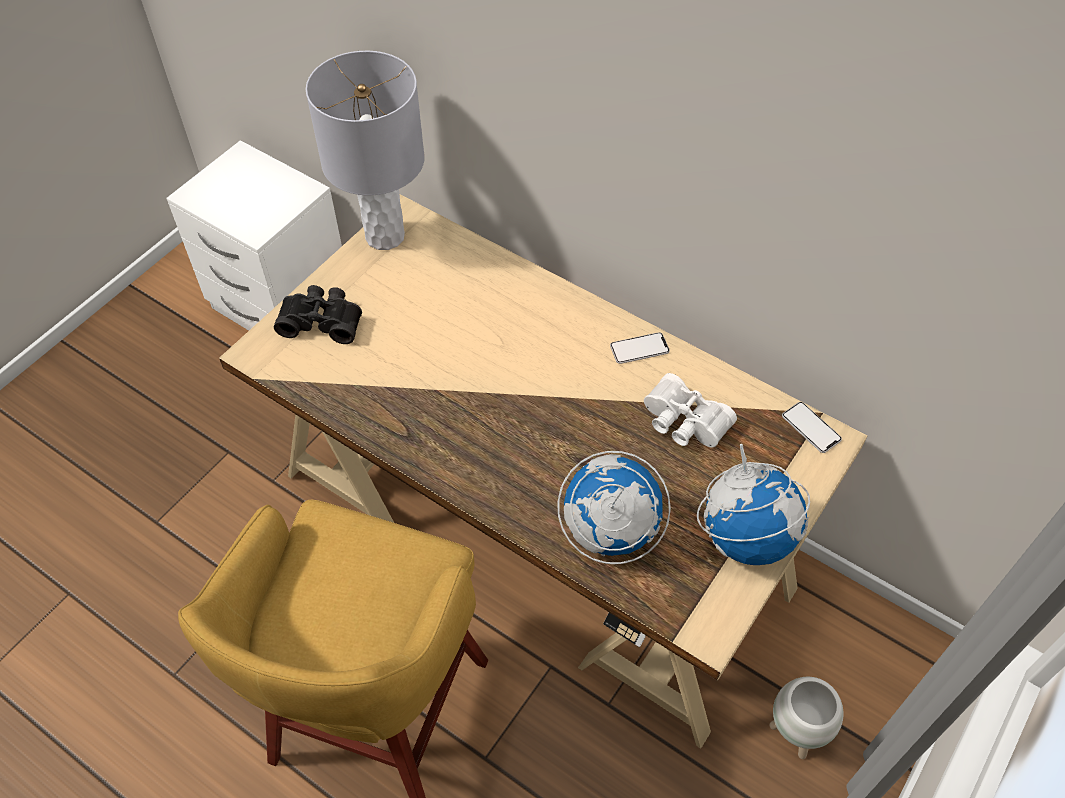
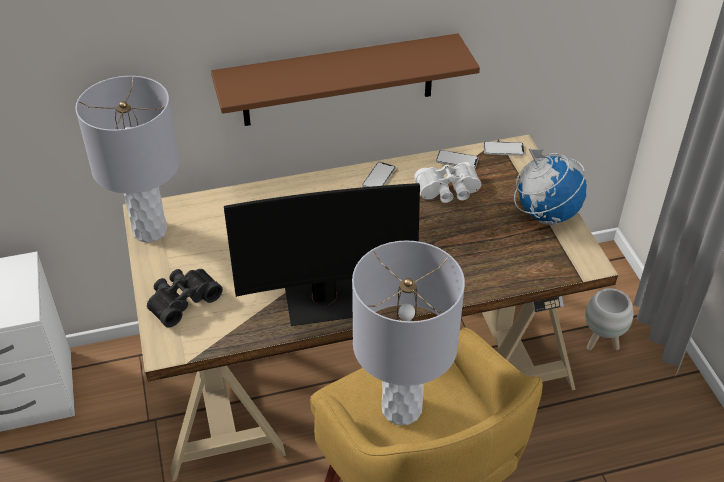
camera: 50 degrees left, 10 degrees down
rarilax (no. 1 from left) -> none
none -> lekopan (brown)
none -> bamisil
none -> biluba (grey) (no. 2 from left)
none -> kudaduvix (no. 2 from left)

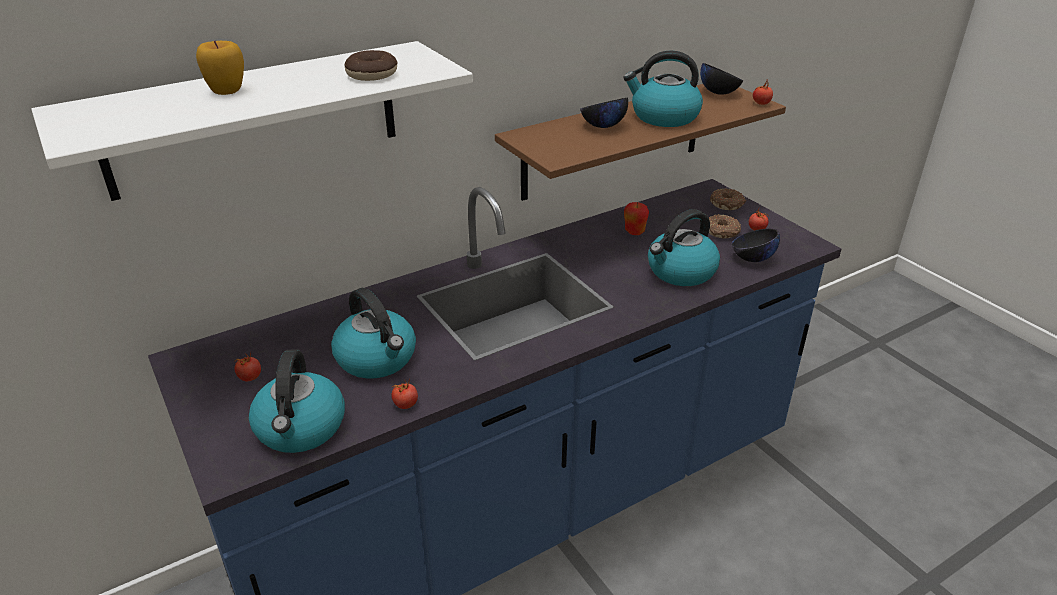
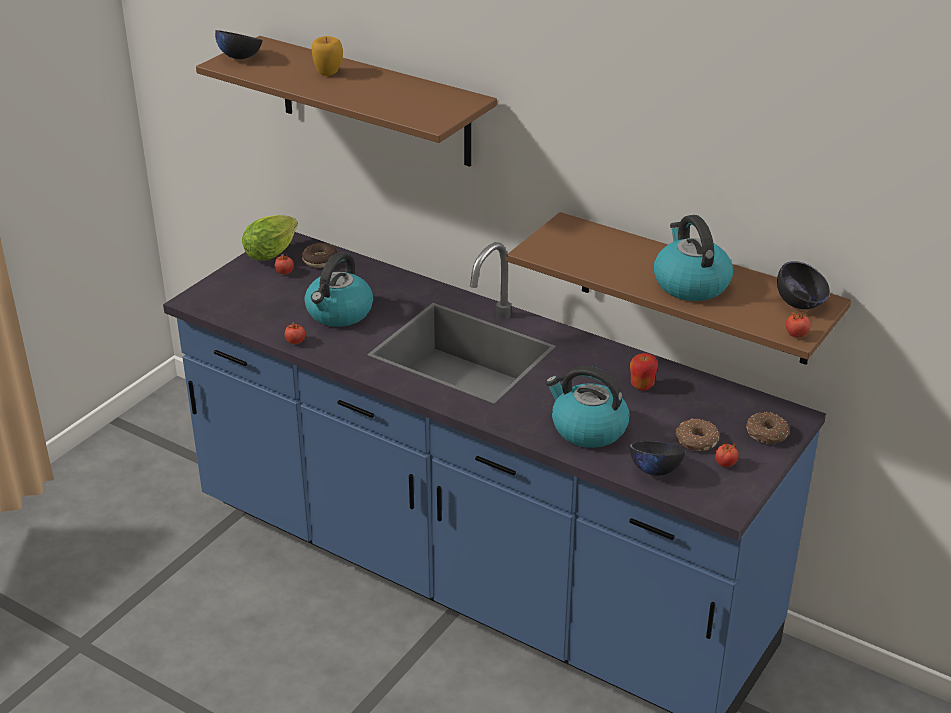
camera: 65 degrees right, 0 degrees up
lekopan (white) -> lekopan (brown) (no. 1 from left)
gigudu (no. 1 from left) -> none
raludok (no. 1 from left), shifted
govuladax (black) (no. 1 from left), shifted
none -> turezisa

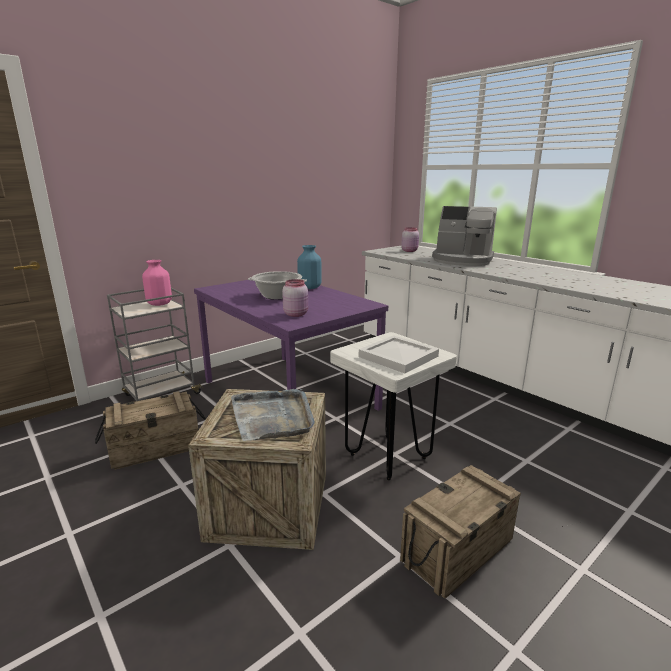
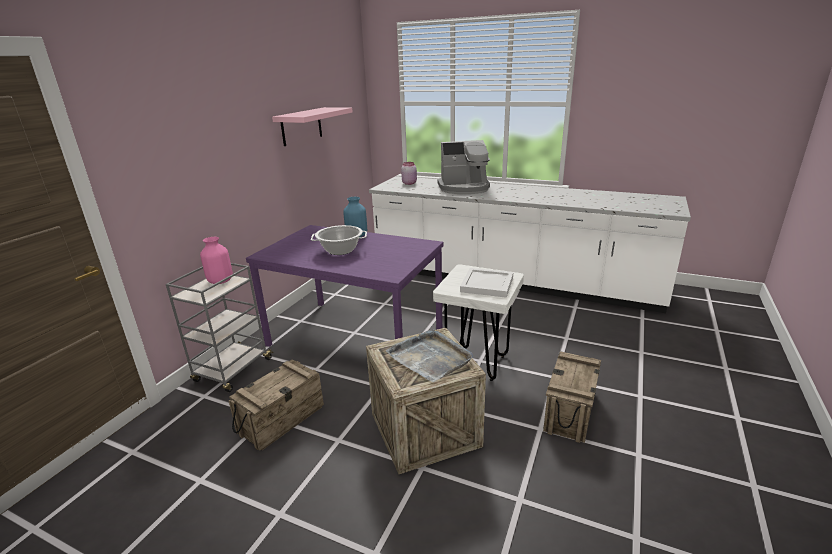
camera: 25 degrees left, 5 degrees up
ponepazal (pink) (no. 1 from left) -> none
none -> lekopan (pink)

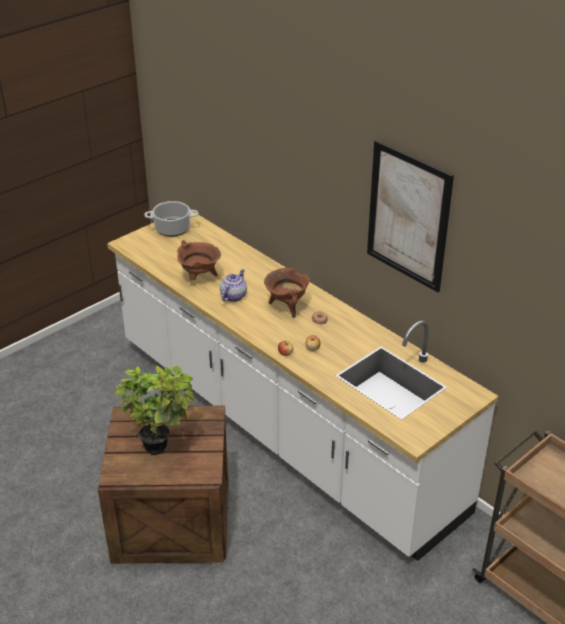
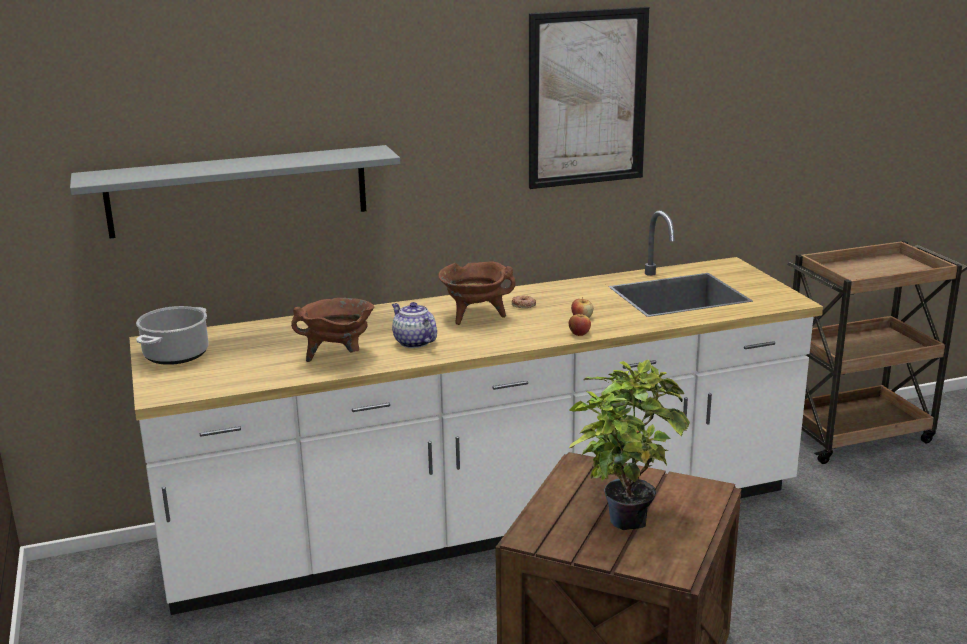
camera: 65 degrees left, 15 degrees down
none -> lekopan (grey)

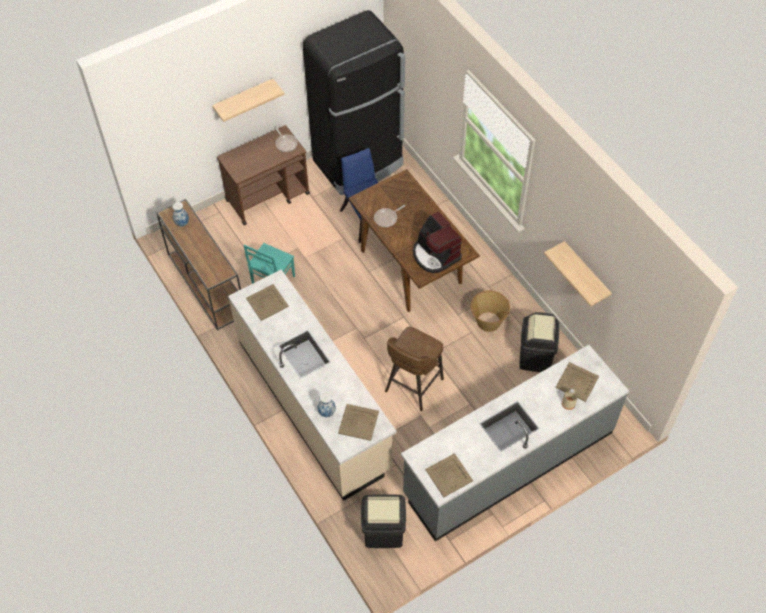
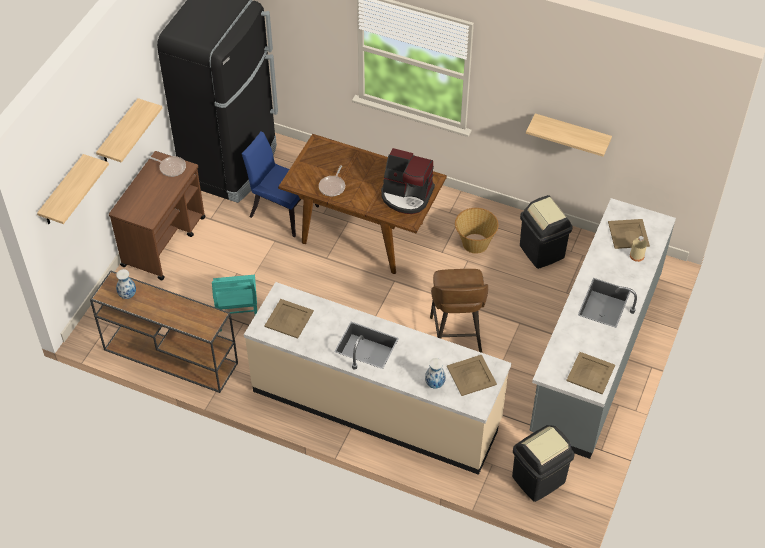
camera: 35 degrees left, 5 degrees down
none -> lekopan (no. 1 from left)

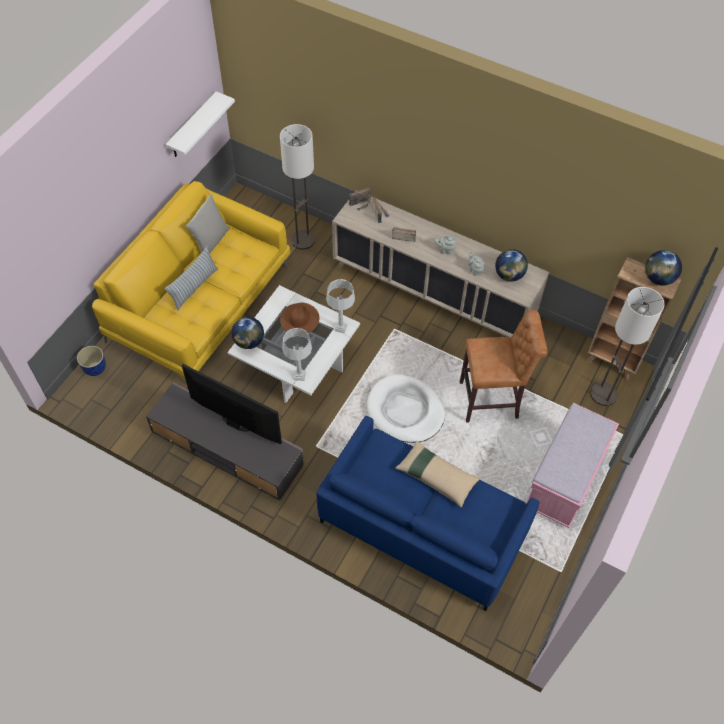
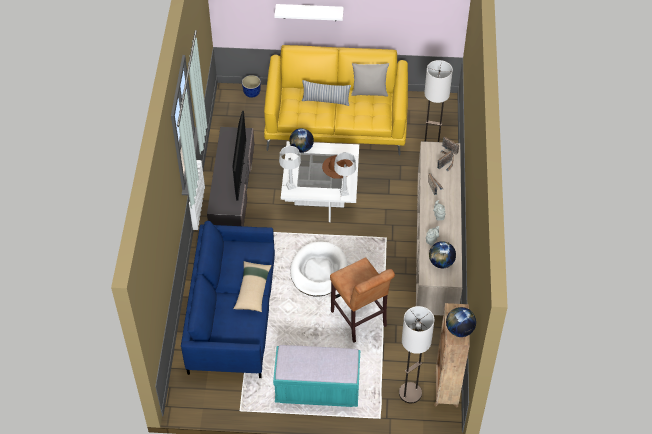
camera: 65 degrees right, 5 degrees down
lekopan (white), shifted
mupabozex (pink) -> mupabozex (turquoise)

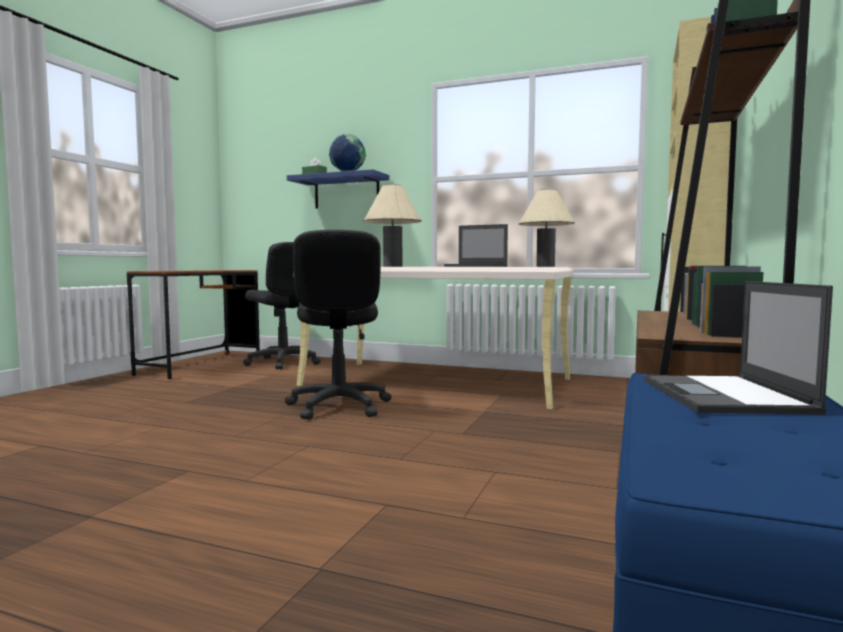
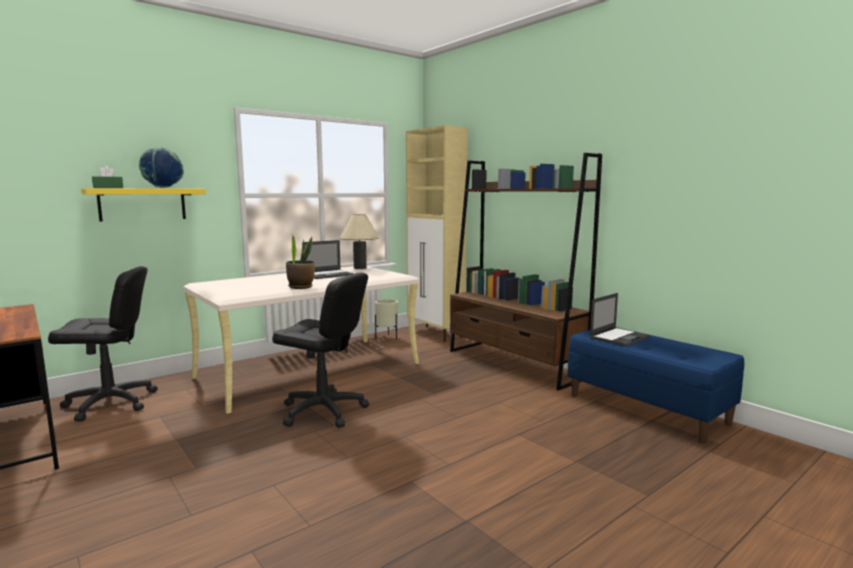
camera: 60 degrees left, 5 degrees up
lekopan (blue) -> lekopan (yellow)
biluba (beige) (no. 1 from left) -> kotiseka
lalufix (no. 2 from left), 75 degrees counterclockwise
none -> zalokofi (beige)

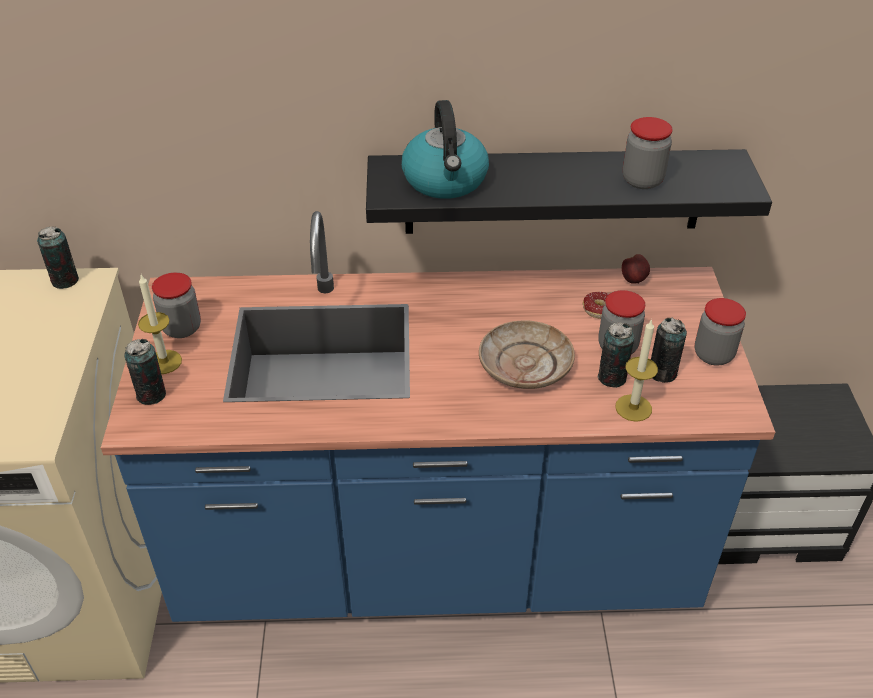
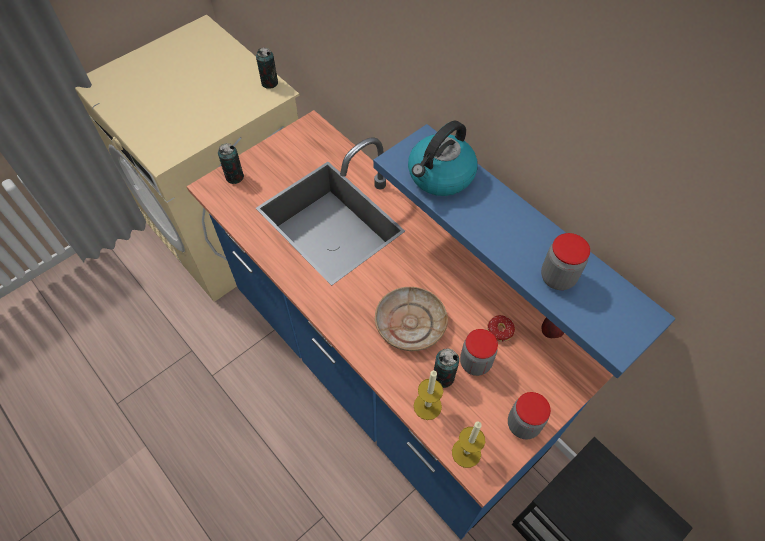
camera: 50 degrees right, 15 degrees up
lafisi (no. 1 from left in the first image) -> lafisi (no. 2 from left), shifted
ponepazal (no. 1 from left) -> none
lekopan (black) -> lekopan (blue)
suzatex (no. 4 from left) -> none

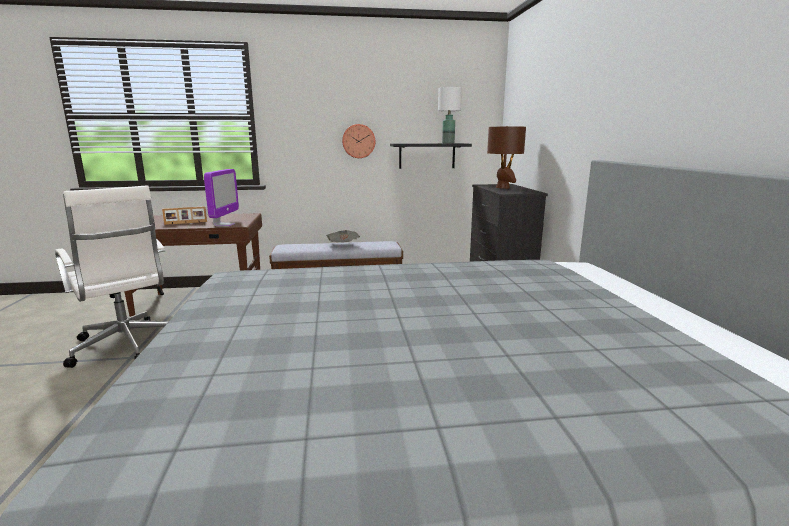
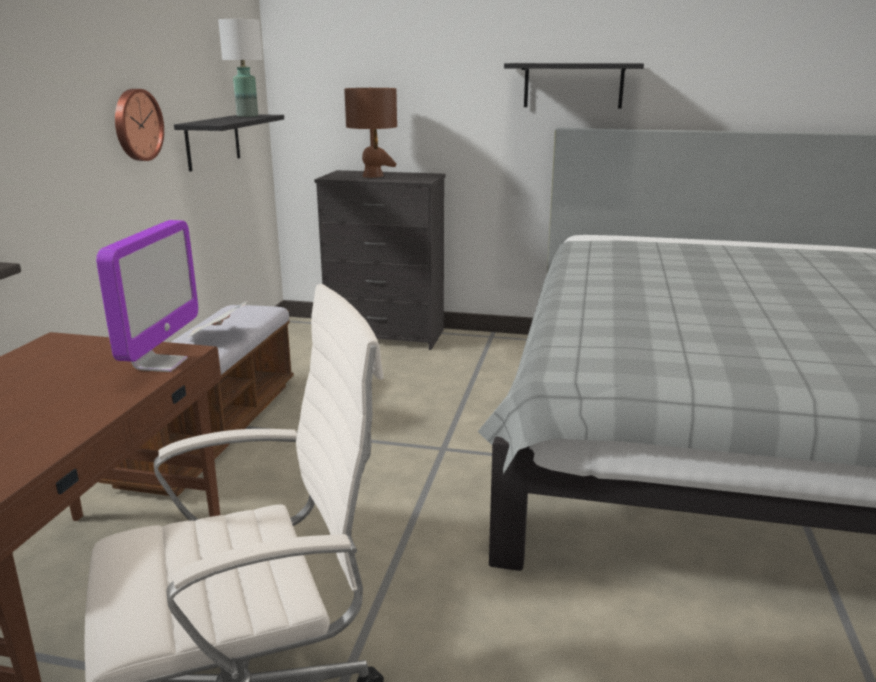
camera: 70 degrees left, 5 degrees up
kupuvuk -> none
bamisil, 75 degrees clockwise
none -> lekopan (black) (no. 2 from left)

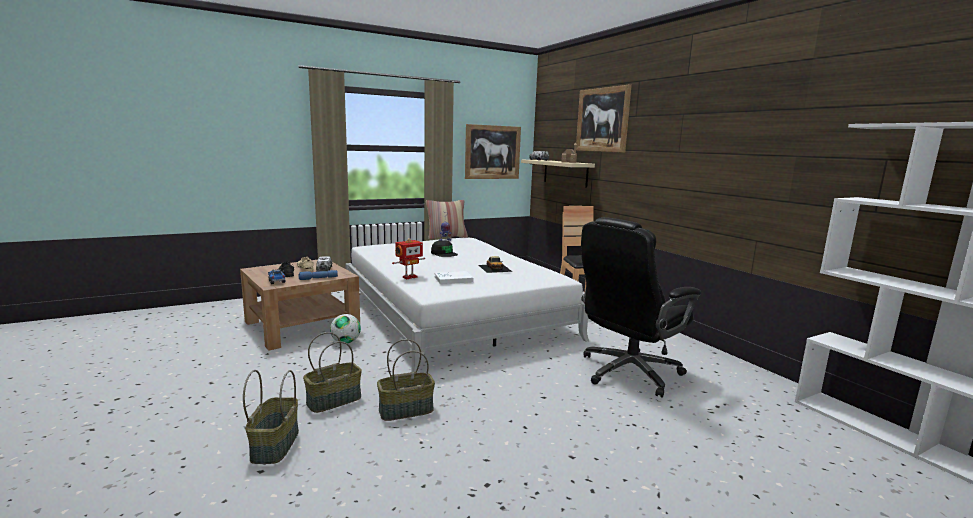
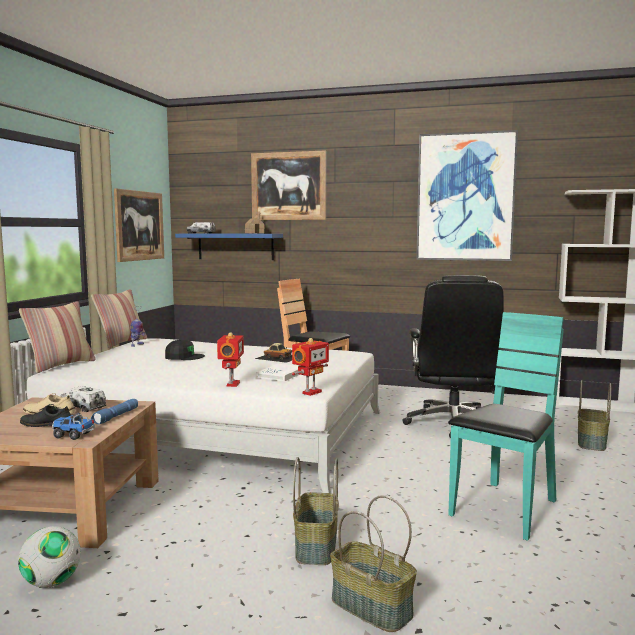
camera: 45 degrees left, 5 degrees down
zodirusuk, shifted
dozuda (no. 3 from left), shifted
lekopan (beige) -> lekopan (blue)
none -> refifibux (no. 1 from left)
none -> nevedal (no. 3 from left)
none -> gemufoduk (no. 3 from left)
none -> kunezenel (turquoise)

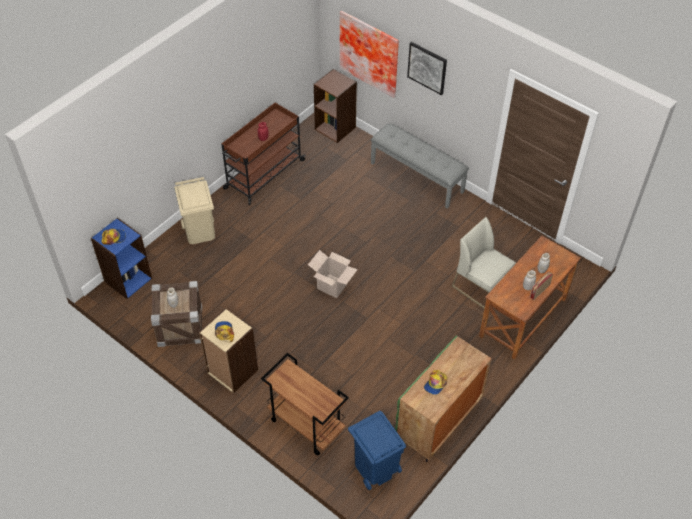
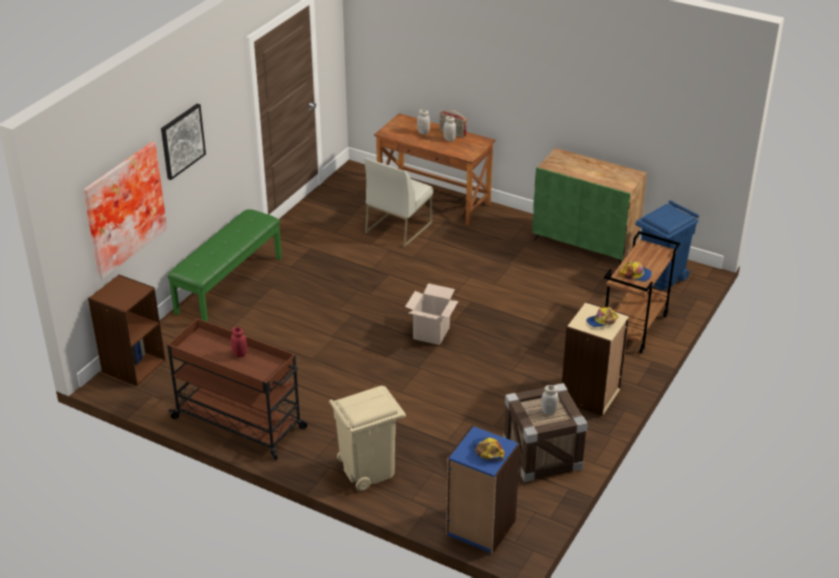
camera: 100 degrees left, 15 degrees down
mupabozex (grey) -> mupabozex (green)
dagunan (no. 3 from left), shifted

